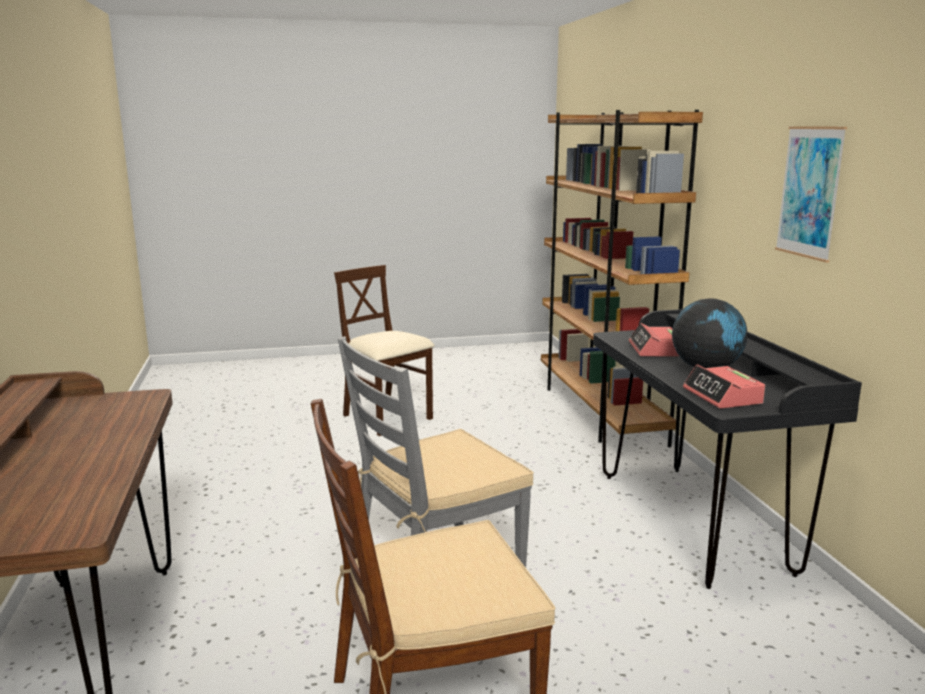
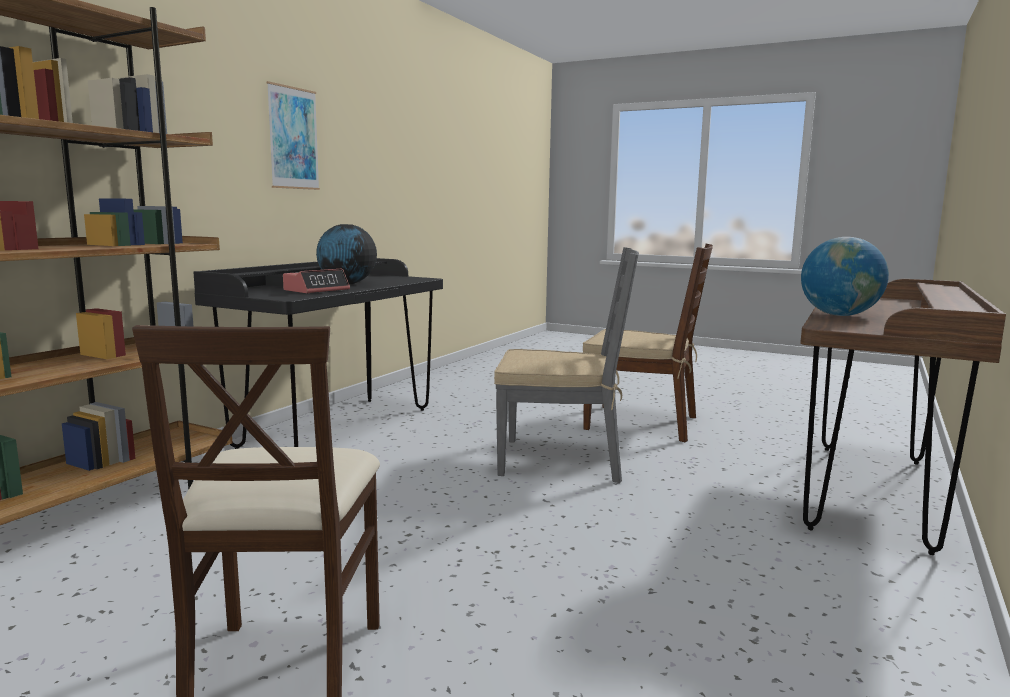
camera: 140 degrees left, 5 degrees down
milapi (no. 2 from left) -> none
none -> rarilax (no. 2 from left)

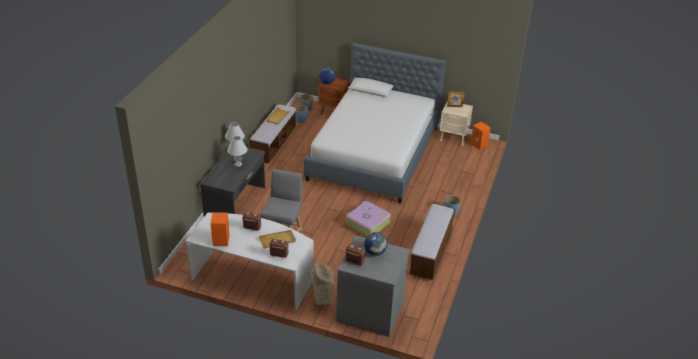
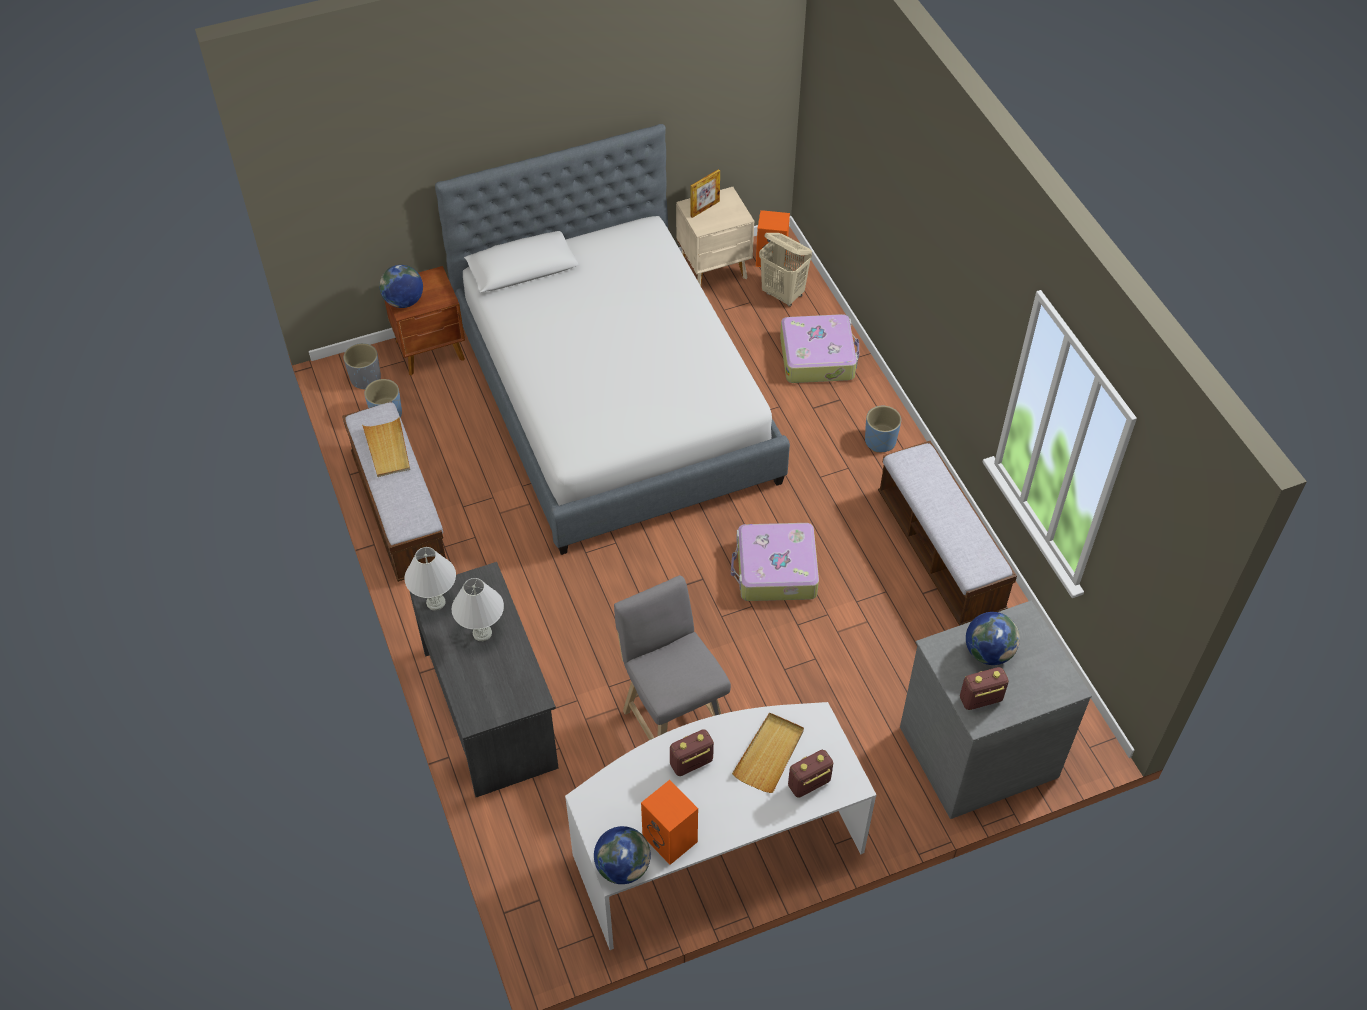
camera: 40 degrees left, 15 degrees up
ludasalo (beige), shifted
none -> rarilax (no. 2 from left)
none -> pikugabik (no. 2 from left)

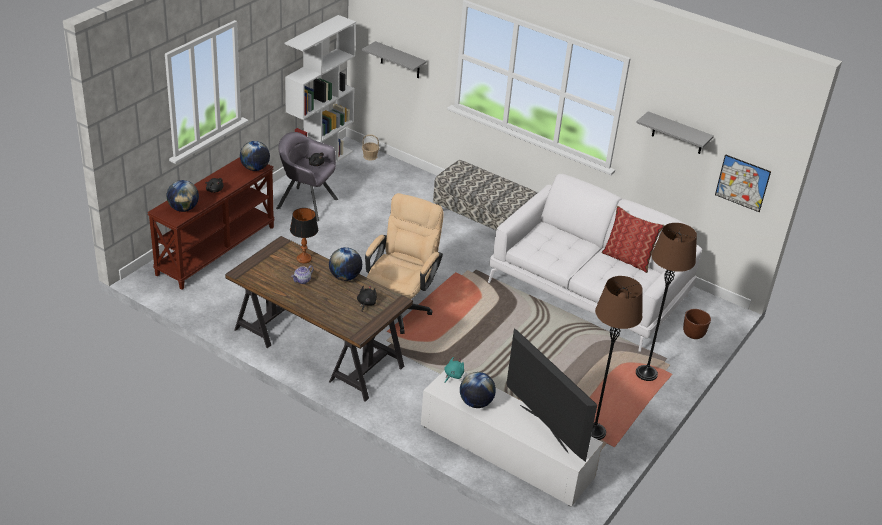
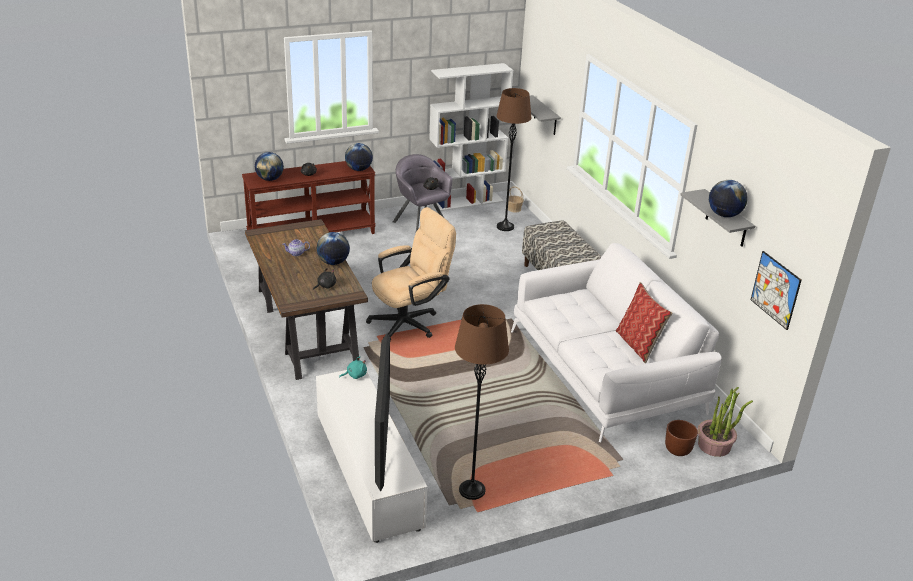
camera: 35 degrees right, 5 degrees down
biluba -> none
rarilax (no. 4 from left), shifted
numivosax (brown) (no. 2 from left), shifted
none -> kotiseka

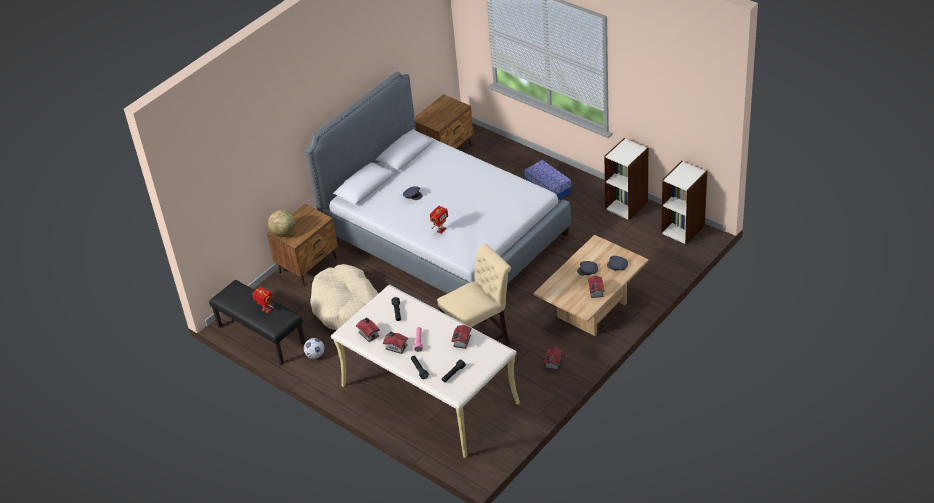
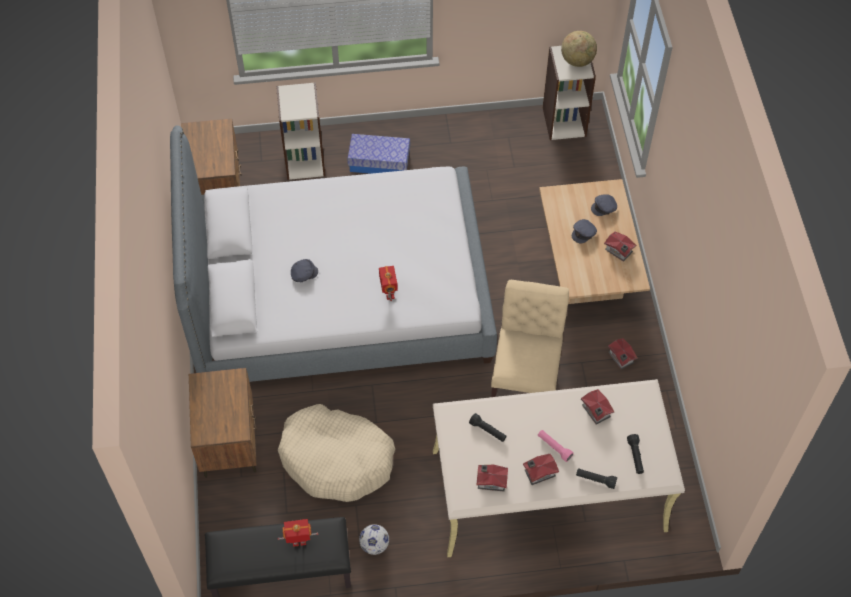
camera: 50 degrees left, 15 degrees up
rarilax, shifted
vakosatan (no. 1 from left), shifted

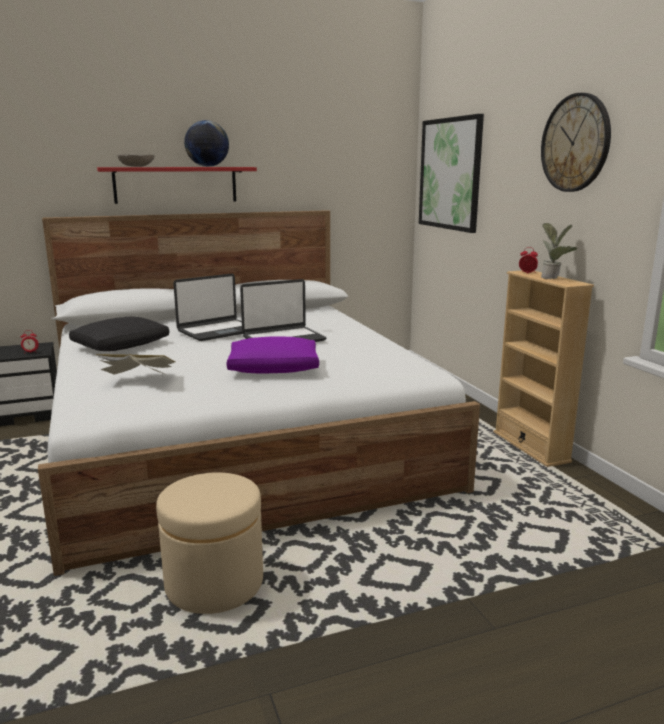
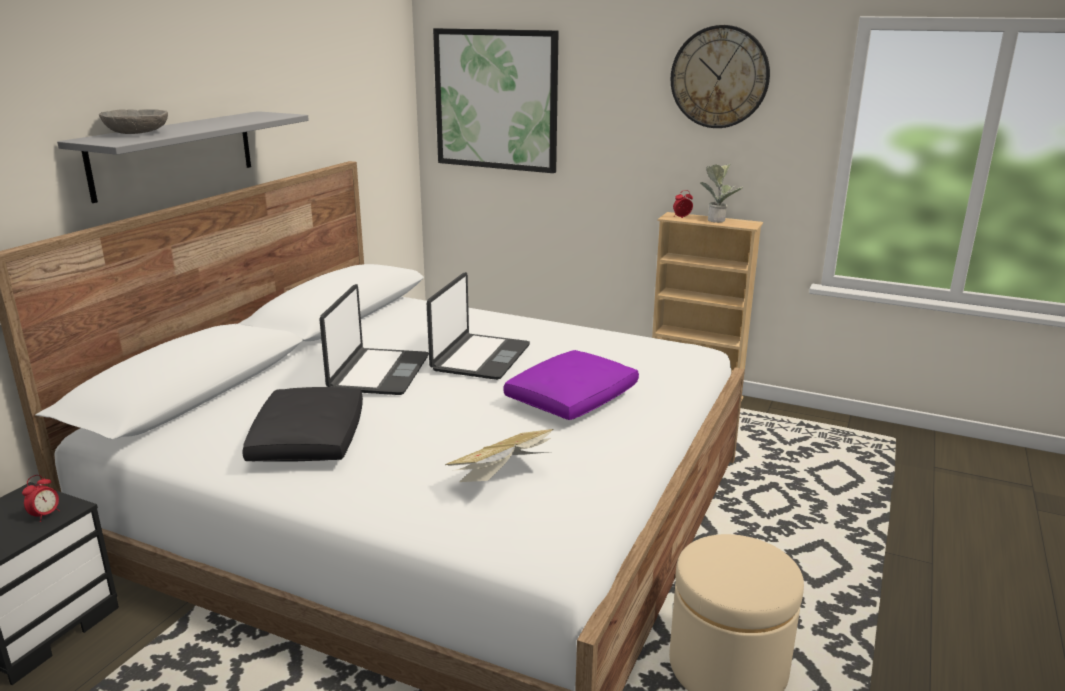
camera: 45 degrees left, 5 degrees up
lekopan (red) -> lekopan (grey)
rarilax -> none

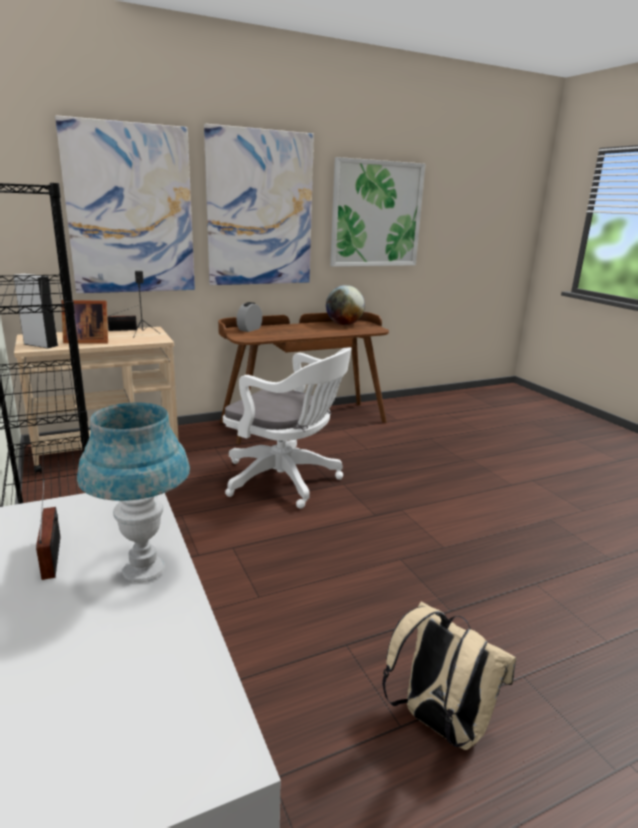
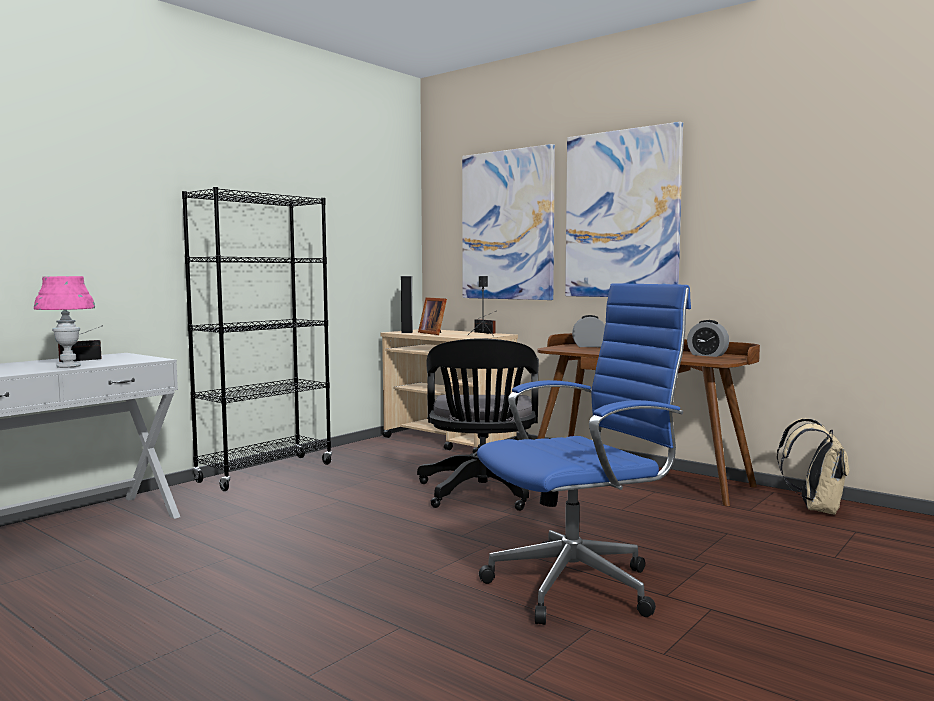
camera: 65 degrees right, 15 degrees down
biluba (blue) -> biluba (pink)
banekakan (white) -> banekakan (black)
rarilax -> milapi (no. 2 from left)
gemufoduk (no. 3 from left) -> none
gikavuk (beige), shifted
none -> banekakan (blue)

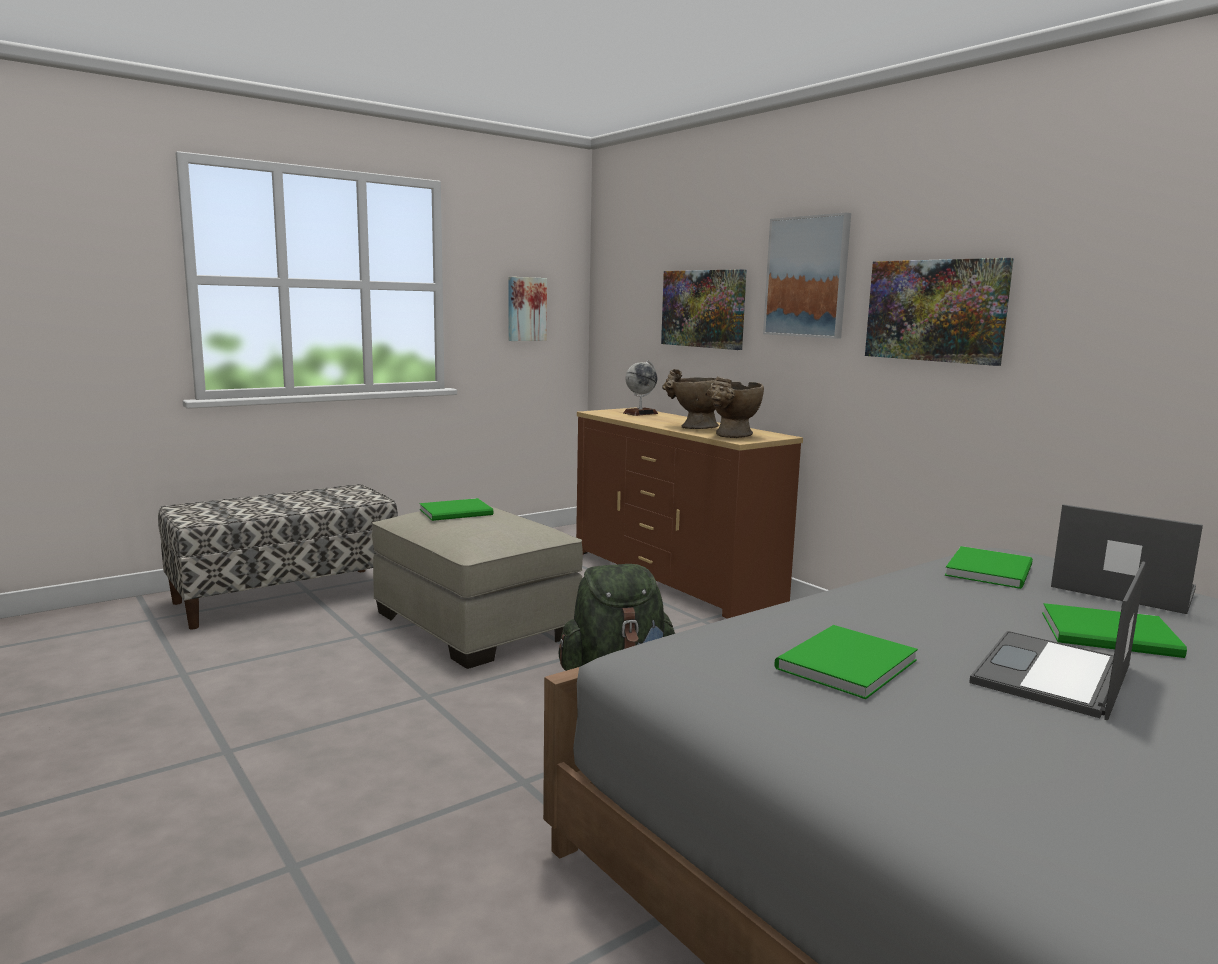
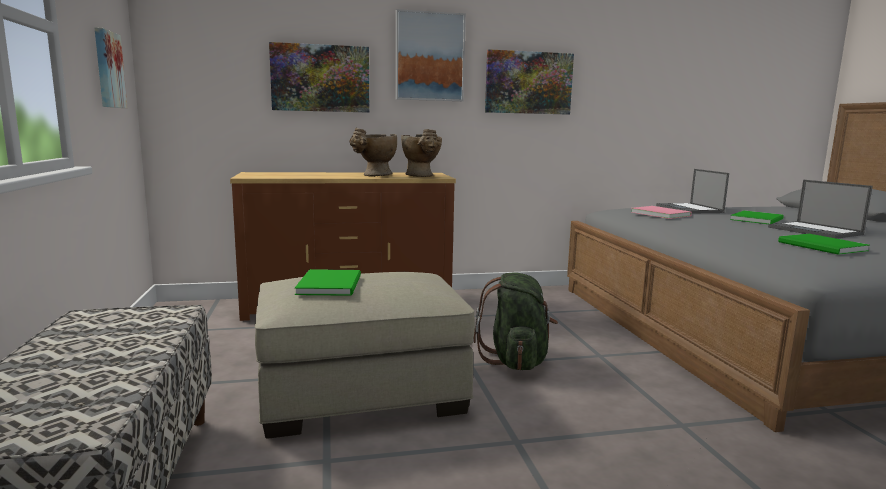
camera: 65 degrees left, 0 degrees up
rarilax -> none
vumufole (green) (no. 3 from left) -> vumufole (pink)
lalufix (no. 2 from left in the first image) -> lalufix (no. 1 from left), 75 degrees counterclockwise

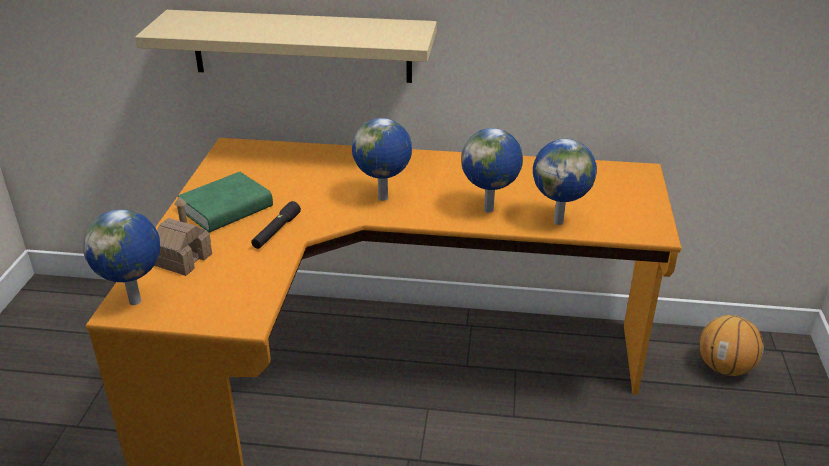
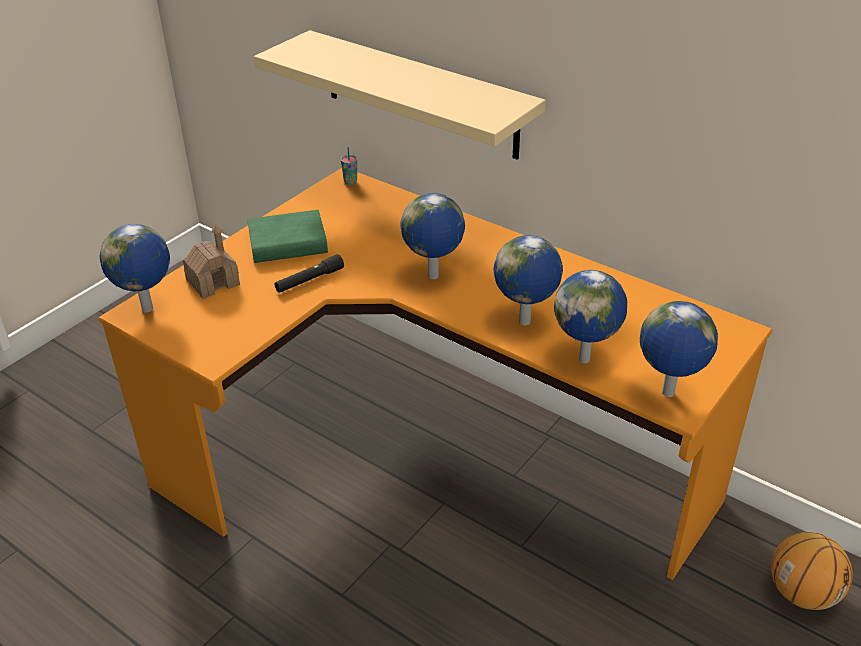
camera: 30 degrees right, 5 degrees up
none -> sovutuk
none -> rarilax (no. 5 from left)

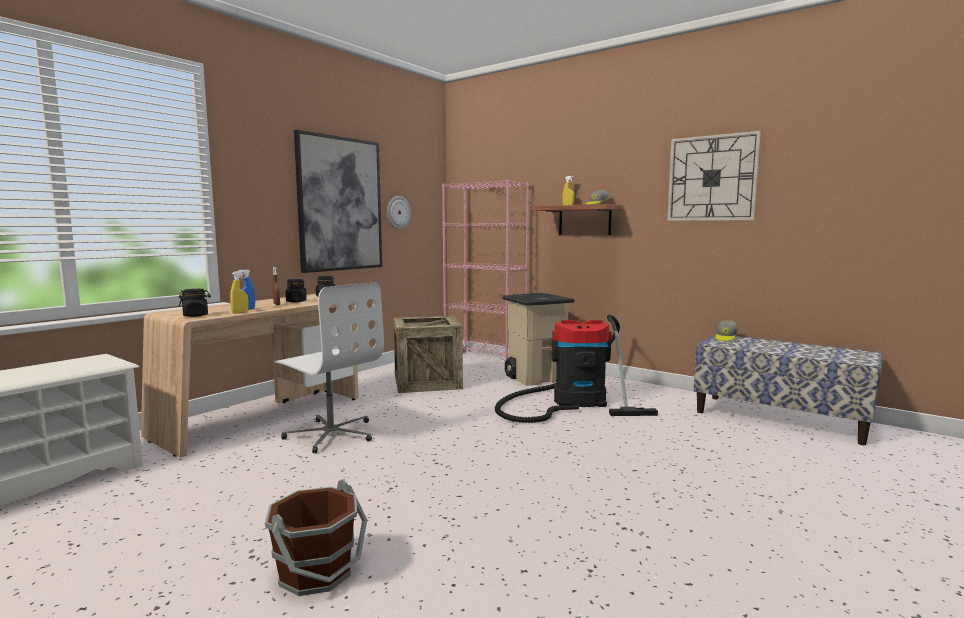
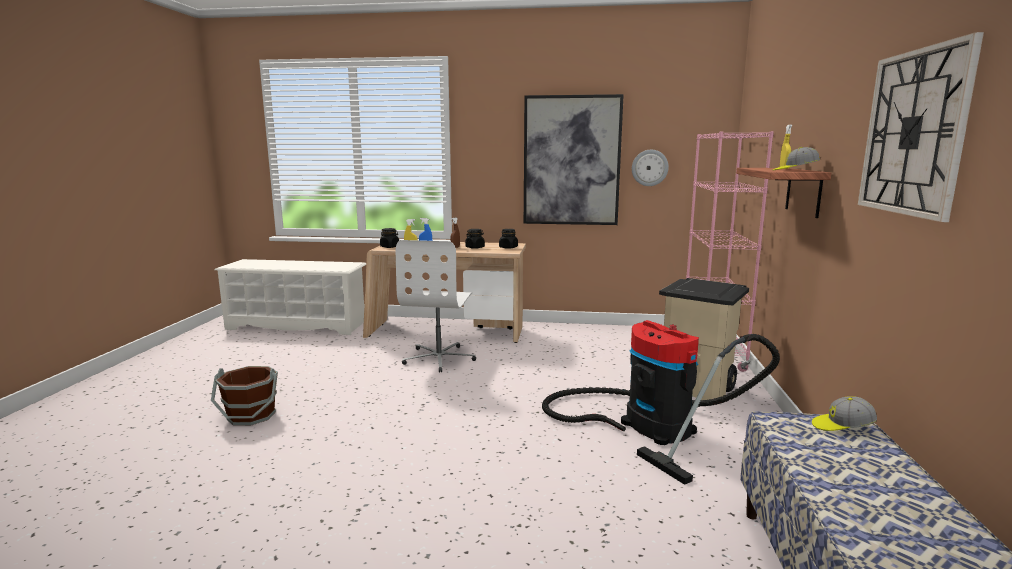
camera: 60 degrees right, 5 degrees up
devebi -> none

